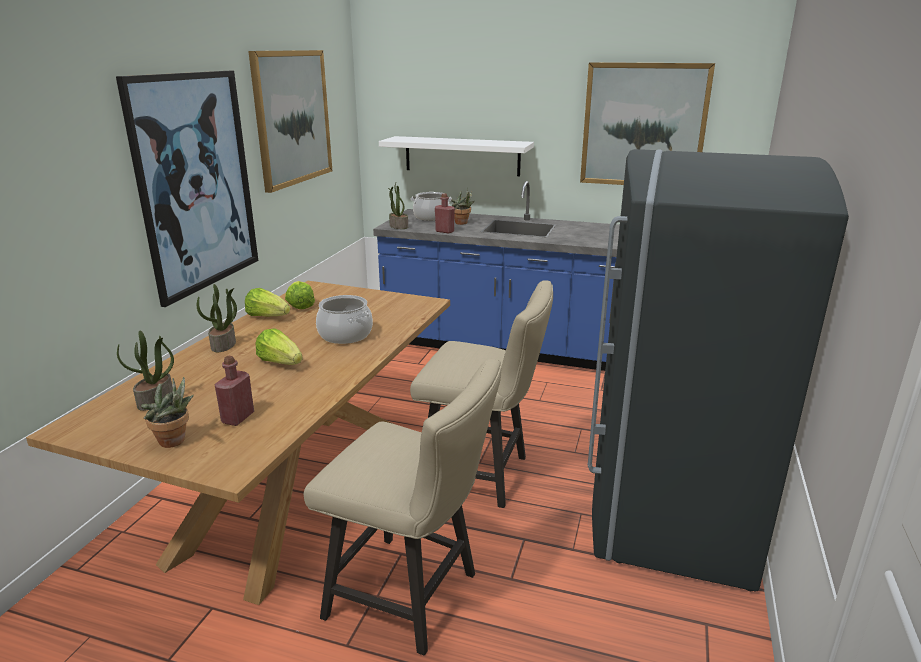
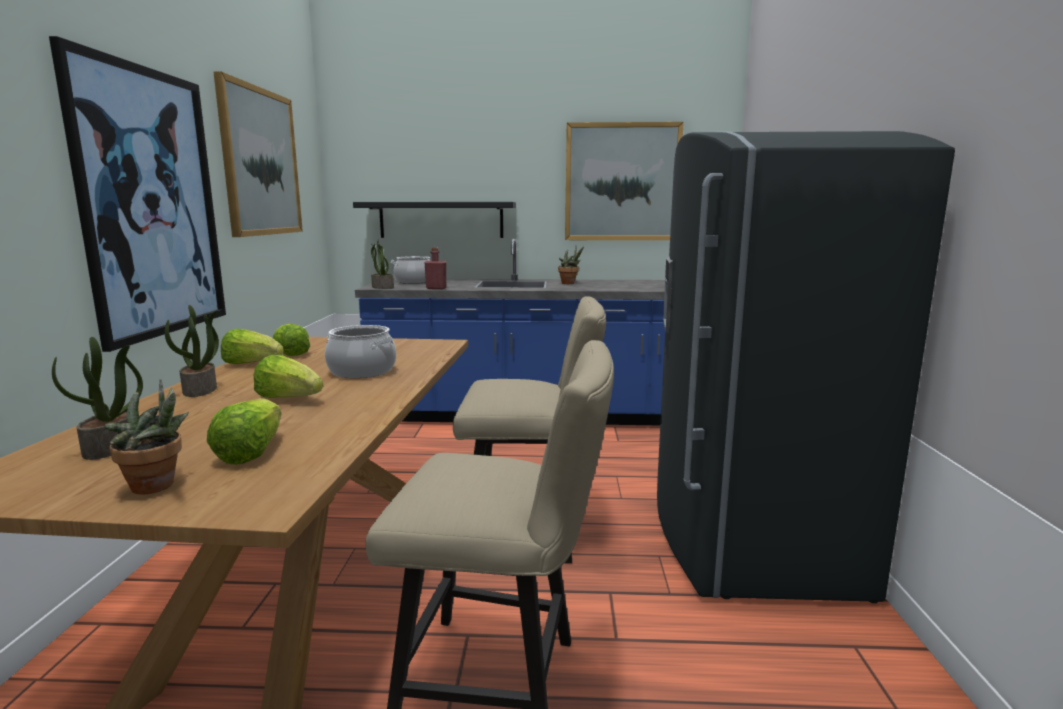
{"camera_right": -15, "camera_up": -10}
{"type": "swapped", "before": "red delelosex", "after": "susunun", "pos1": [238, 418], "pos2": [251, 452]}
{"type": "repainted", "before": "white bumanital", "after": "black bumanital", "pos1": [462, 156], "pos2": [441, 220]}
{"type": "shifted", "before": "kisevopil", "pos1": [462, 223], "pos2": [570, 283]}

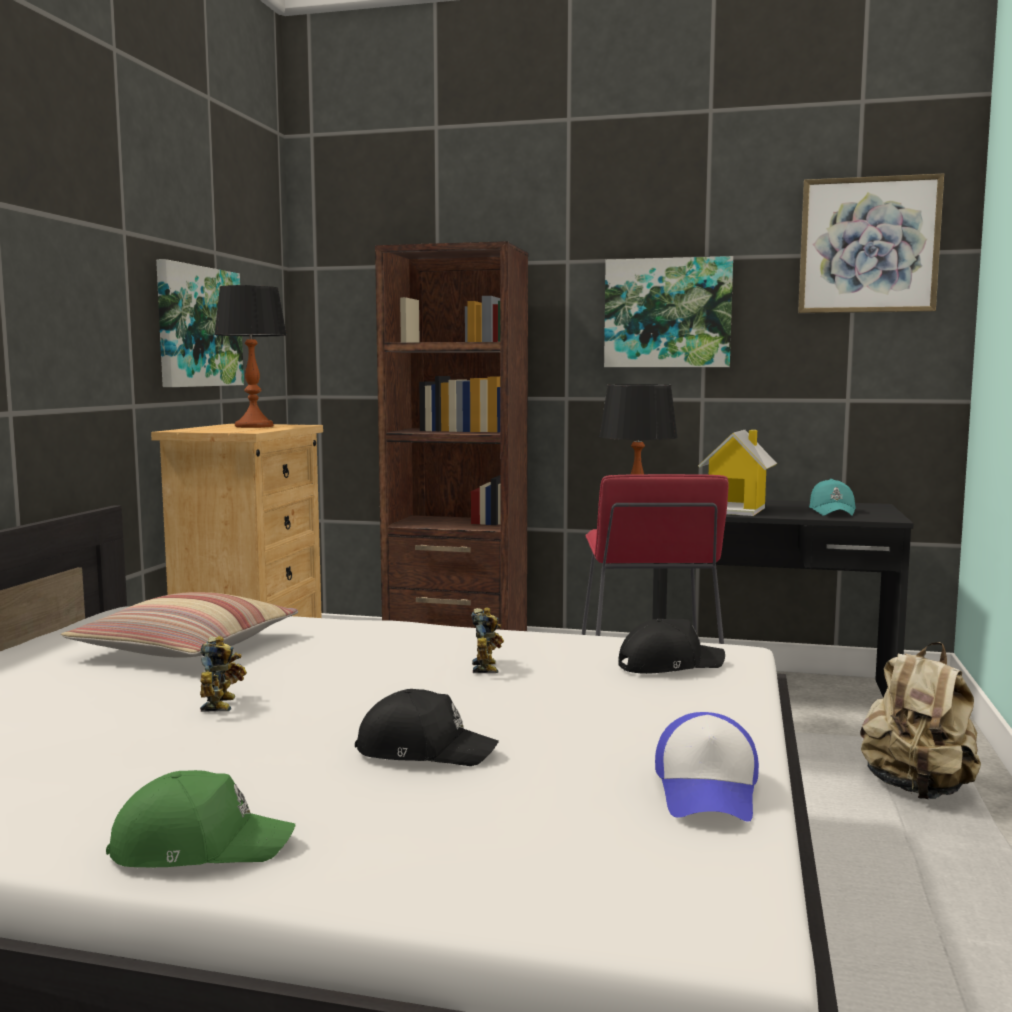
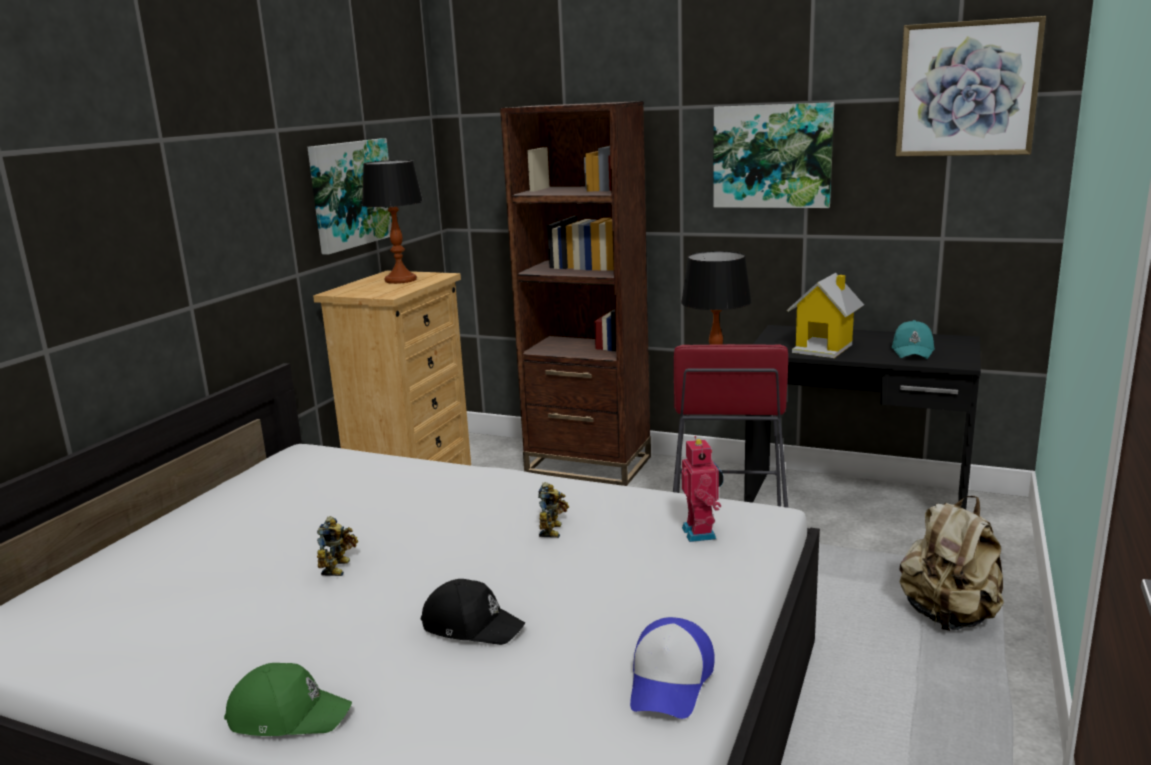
{"camera_right": 10, "camera_up": 10}
{"type": "gone", "before": "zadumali", "pos1": [186, 647]}
{"type": "swapped", "before": "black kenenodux", "after": "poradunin", "pos1": [669, 665], "pos2": [701, 533]}

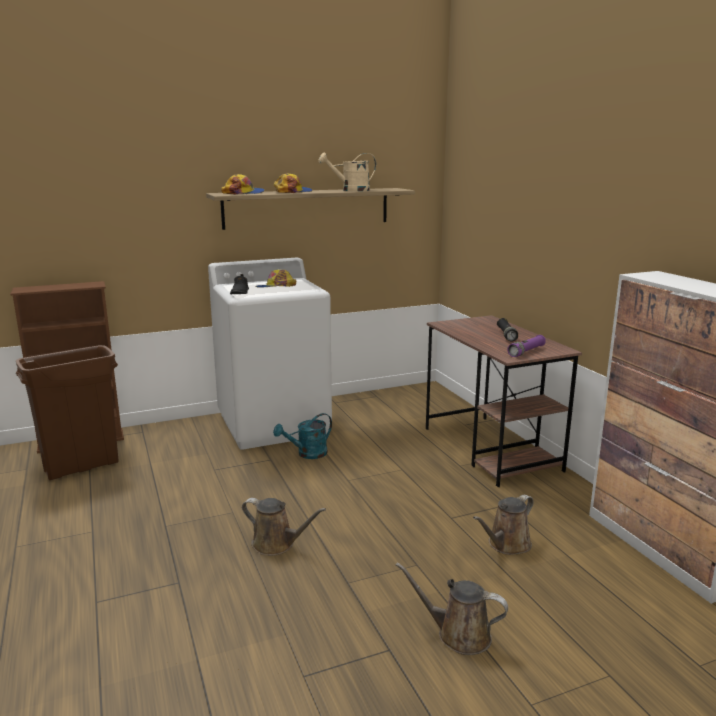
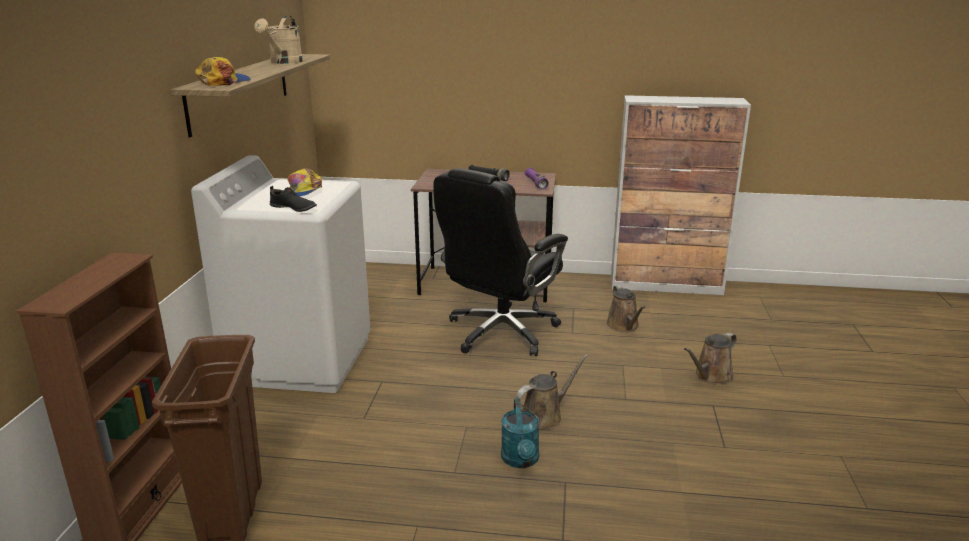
{"camera_right": -60, "camera_up": 5}
{"type": "gone", "before": "kenenodux", "pos1": [292, 192]}
{"type": "shifted", "before": "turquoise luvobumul", "pos1": [307, 454], "pos2": [521, 461]}
{"type": "new", "after": "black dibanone", "pos2": [500, 333]}

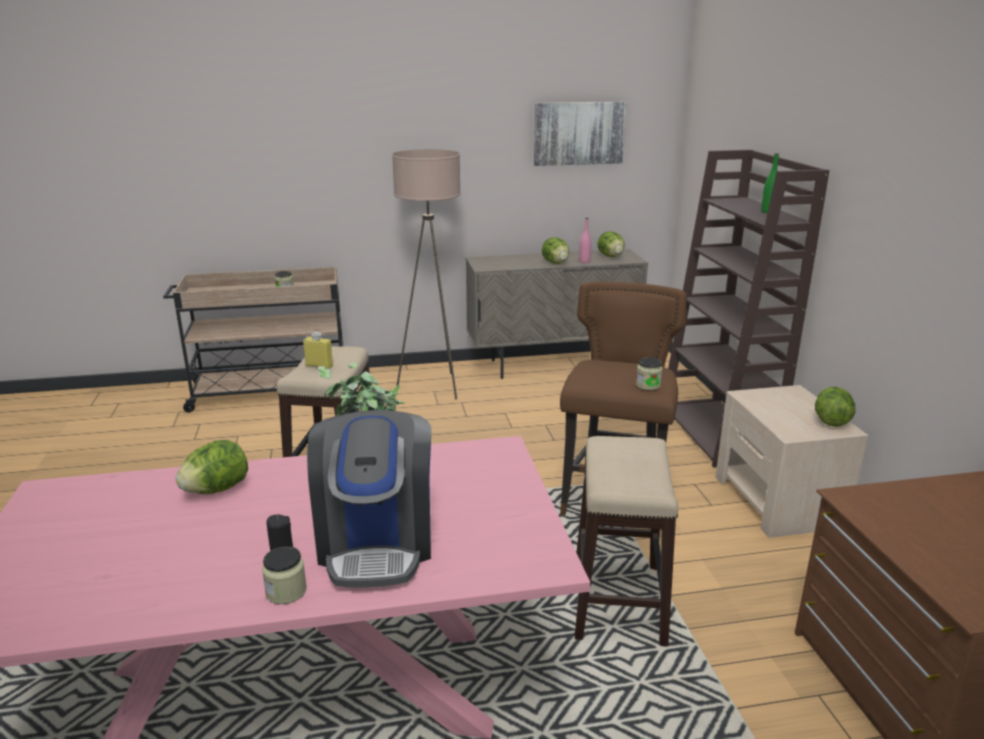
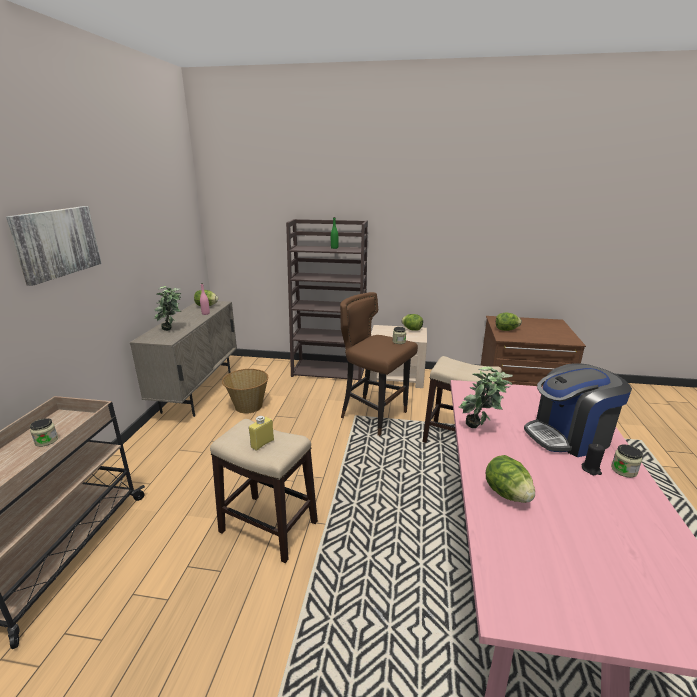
{"camera_right": -70, "camera_up": 0}
{"type": "rotated", "before": "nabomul", "pos1": [376, 543], "pos2": [569, 436], "turn": 150}
{"type": "gone", "before": "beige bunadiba", "pos1": [434, 387]}
{"type": "shifted", "before": "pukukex", "pos1": [579, 133], "pos2": [57, 243]}
{"type": "shifted", "before": "susunun", "pos1": [556, 263], "pos2": [506, 330]}
{"type": "new", "after": "kisevopil", "pos2": [172, 330]}
{"type": "new", "after": "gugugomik", "pos2": [248, 406]}

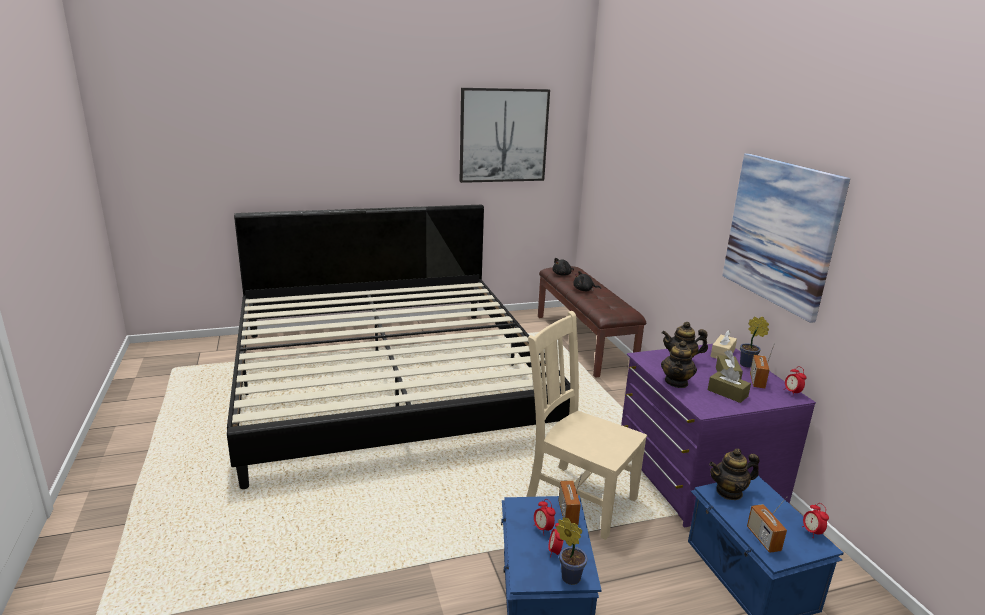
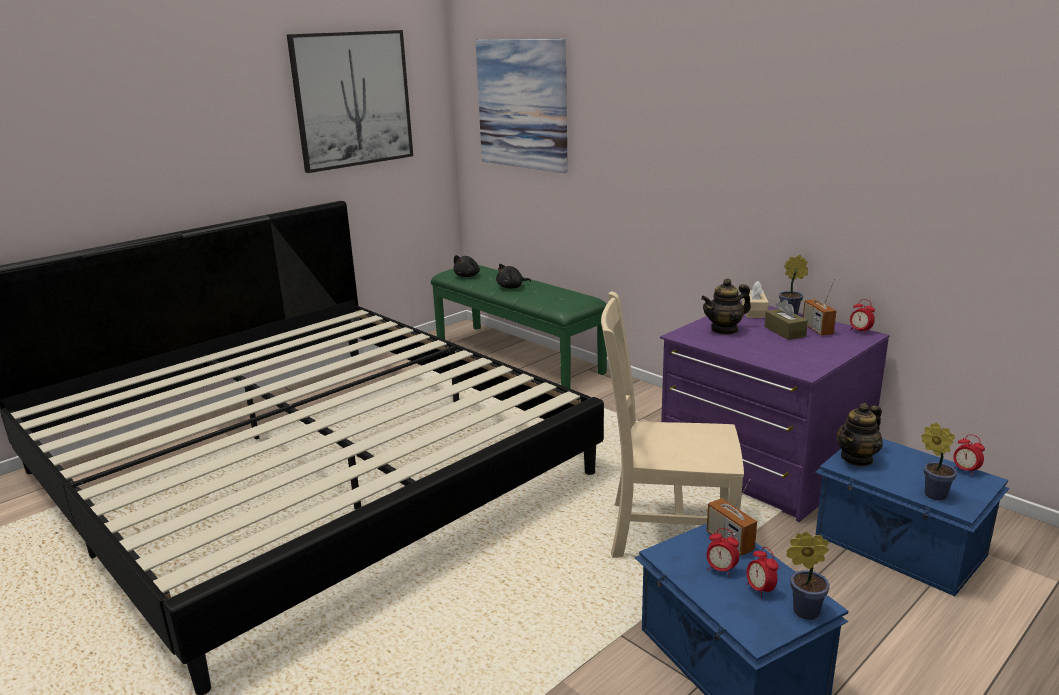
{"camera_right": -25, "camera_up": 0}
{"type": "repainted", "before": "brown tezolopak", "after": "green tezolopak", "pos1": [584, 342], "pos2": [518, 356]}
{"type": "gone", "before": "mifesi", "pos1": [676, 382]}
{"type": "gone", "before": "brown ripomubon", "pos1": [727, 393]}
{"type": "shifted", "before": "pukukex", "pos1": [780, 233], "pos2": [522, 104]}
{"type": "swapped", "before": "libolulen", "after": "kisevopil", "pos1": [763, 539], "pos2": [932, 494]}

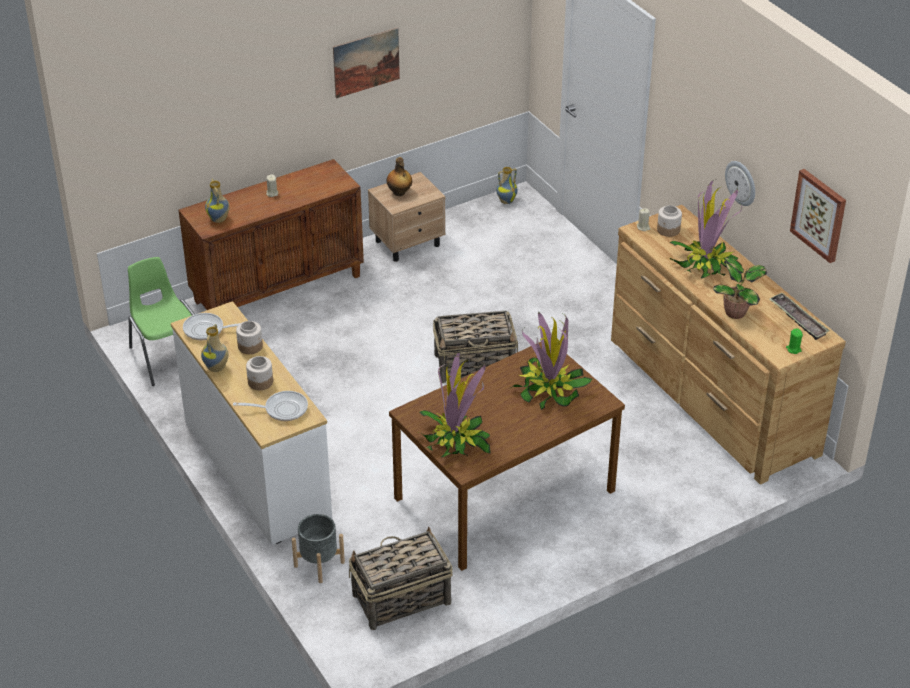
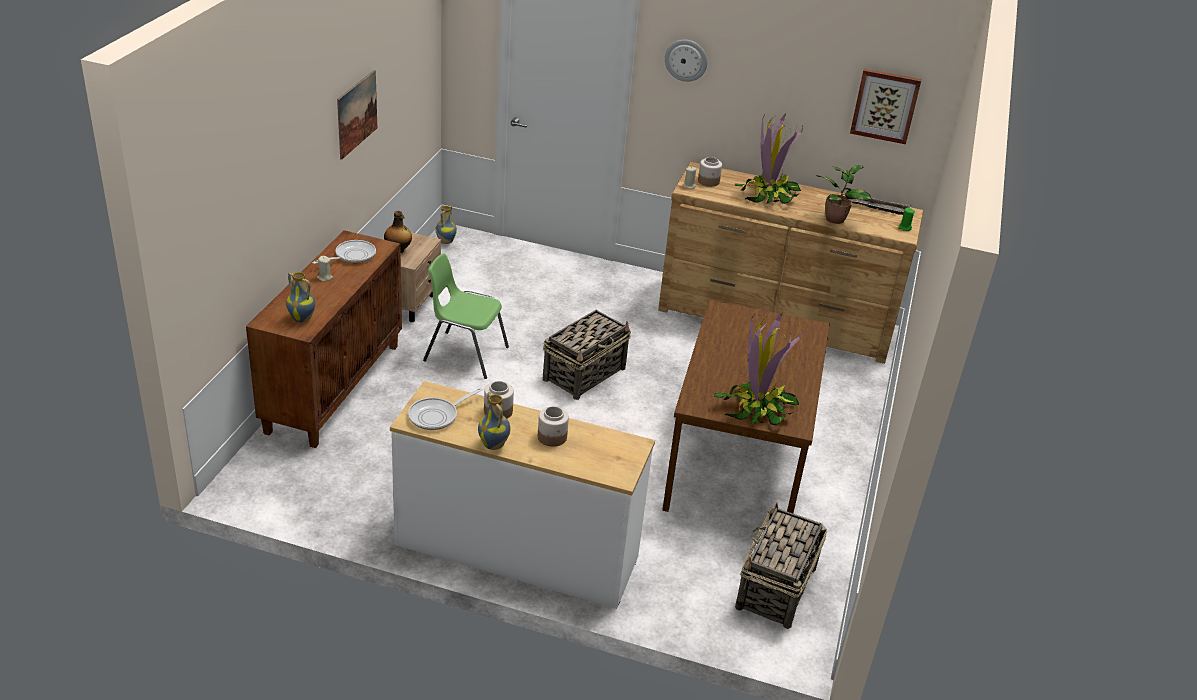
{"camera_right": -45, "camera_up": -5}
{"type": "shifted", "before": "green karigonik", "pos1": [167, 356], "pos2": [464, 354]}
{"type": "shifted", "before": "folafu", "pos1": [282, 409], "pos2": [352, 256]}
{"type": "gone", "before": "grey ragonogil", "pos1": [319, 564]}
{"type": "gone", "before": "kisevopil", "pos1": [548, 389]}
{"type": "shifted", "before": "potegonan", "pos1": [741, 182], "pos2": [686, 60]}

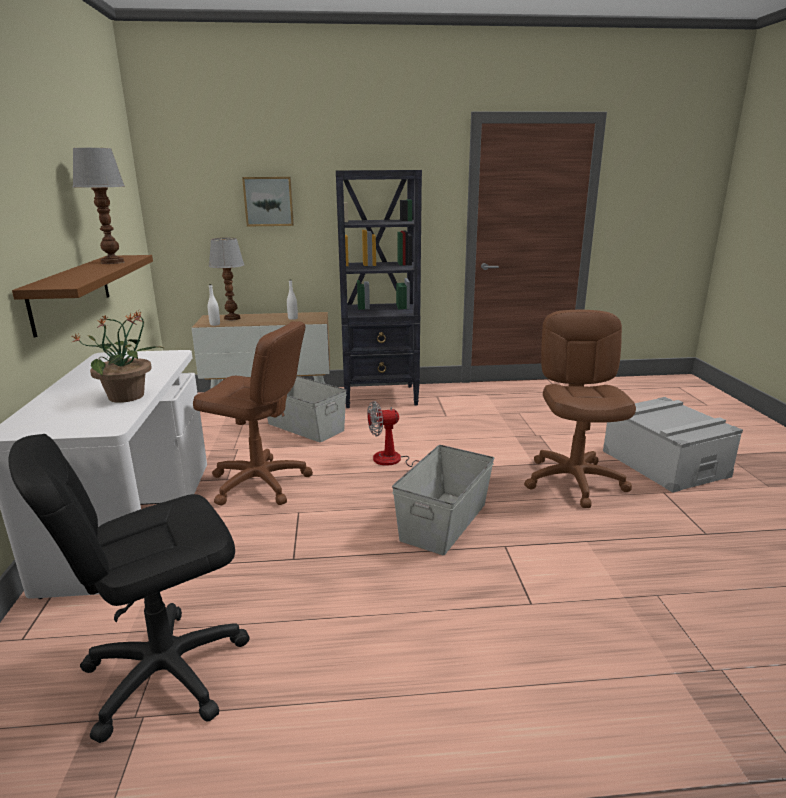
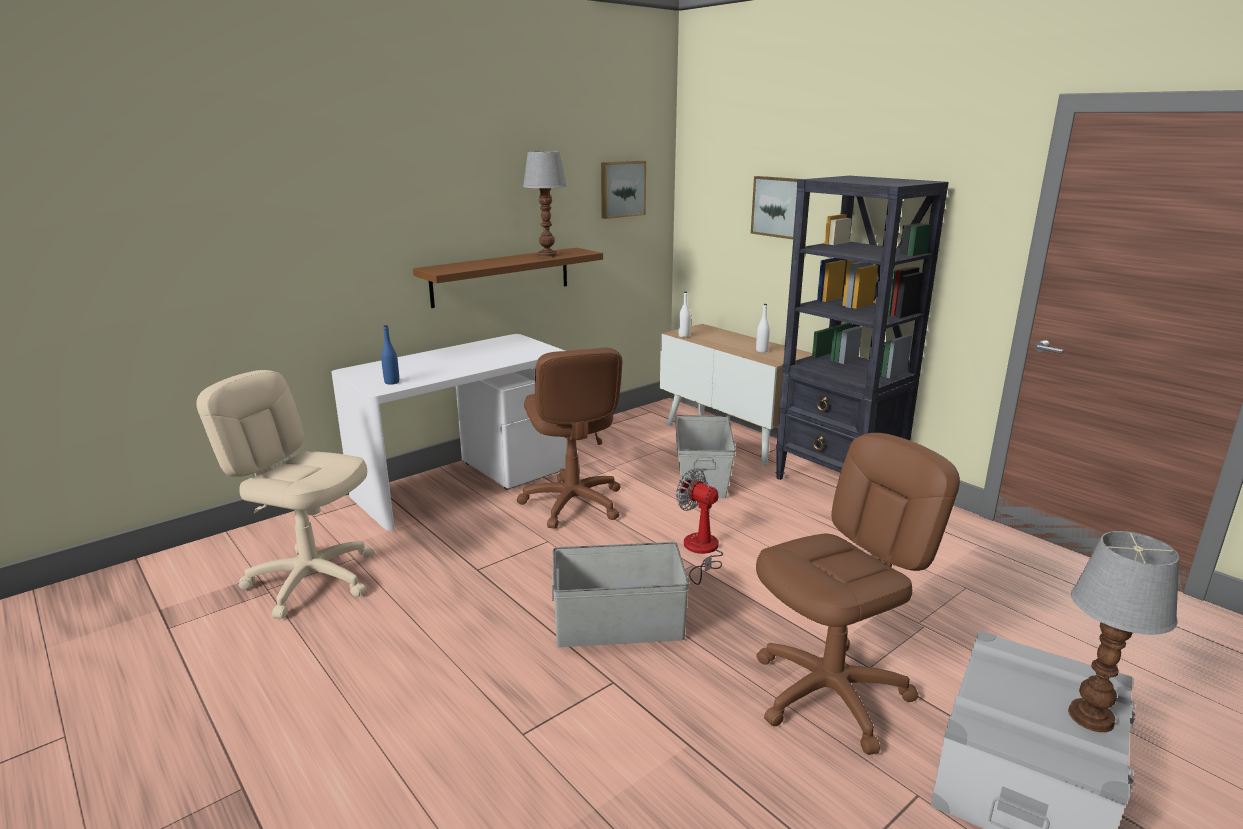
{"camera_right": 55, "camera_up": 0}
{"type": "repainted", "before": "black dibanone", "after": "beige dibanone", "pos1": [165, 672], "pos2": [312, 579]}
{"type": "gone", "before": "kisevopil", "pos1": [128, 396]}
{"type": "shifted", "before": "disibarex", "pos1": [232, 318], "pos2": [1092, 716]}
{"type": "new", "after": "blue delelosex", "pos2": [392, 382]}
{"type": "new", "after": "pukukex", "pos2": [621, 189]}

